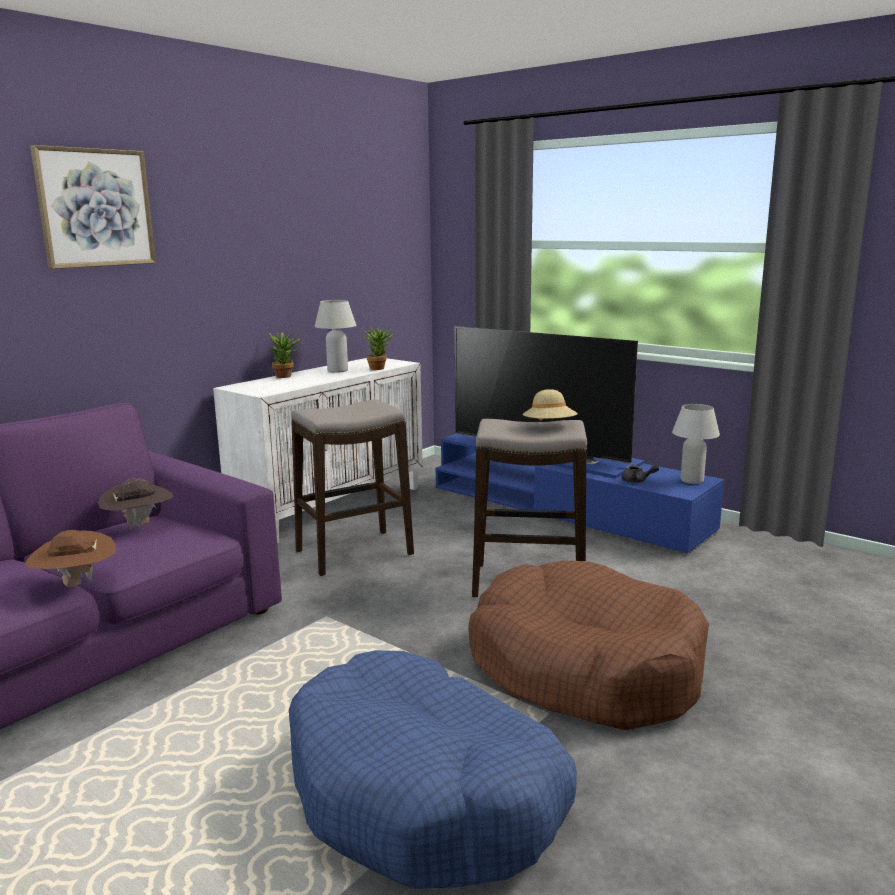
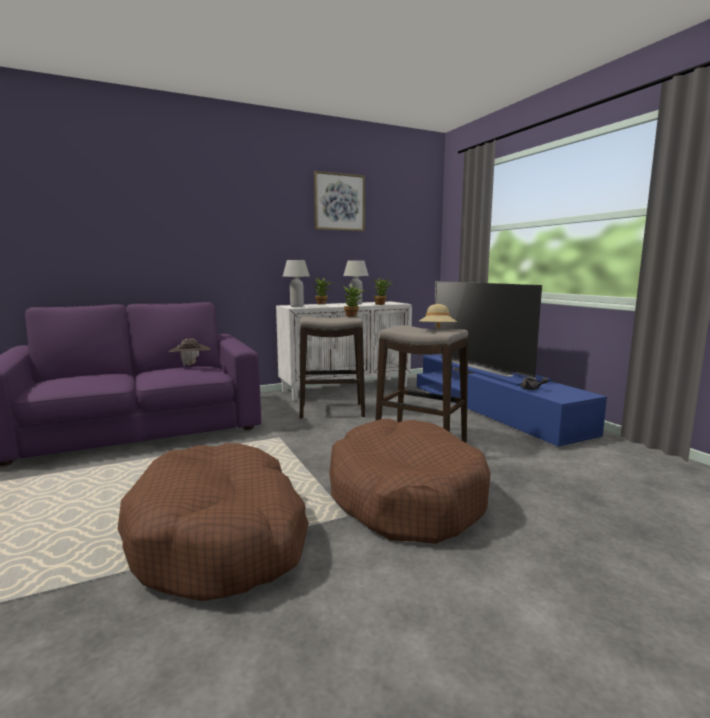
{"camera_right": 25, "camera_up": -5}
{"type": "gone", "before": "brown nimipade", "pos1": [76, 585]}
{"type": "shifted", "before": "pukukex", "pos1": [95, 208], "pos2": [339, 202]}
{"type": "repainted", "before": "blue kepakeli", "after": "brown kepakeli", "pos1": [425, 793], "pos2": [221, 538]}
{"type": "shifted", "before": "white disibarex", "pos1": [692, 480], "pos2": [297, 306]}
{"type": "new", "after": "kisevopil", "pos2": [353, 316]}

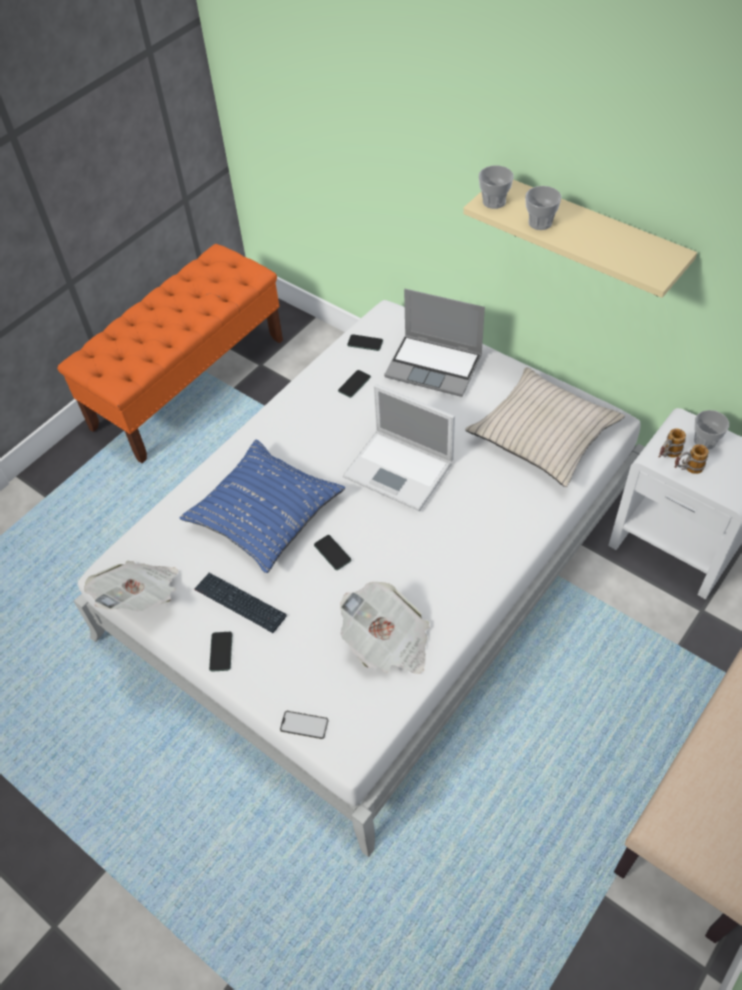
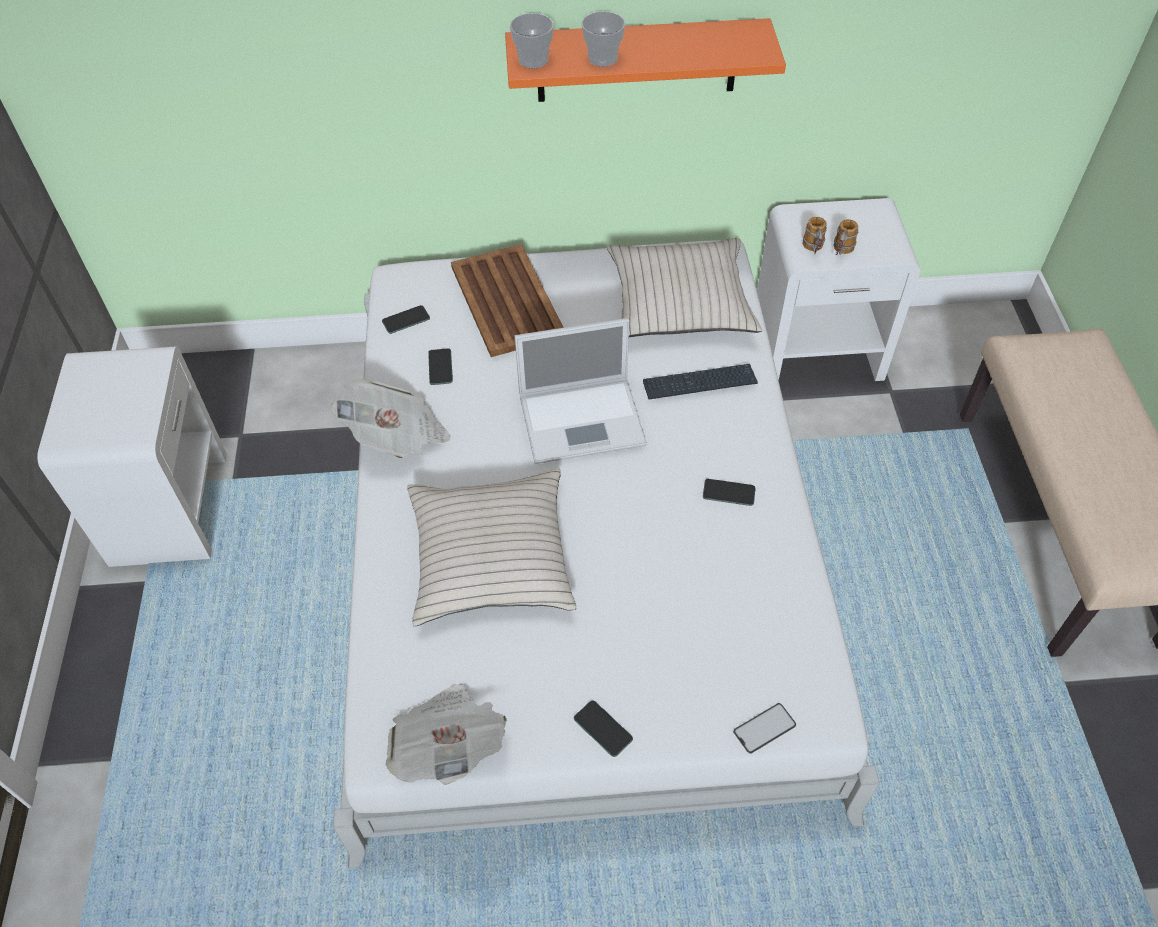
{"camera_right": -45, "camera_up": 0}
{"type": "swapped", "before": "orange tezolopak", "after": "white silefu", "pos1": [189, 382], "pos2": [170, 507]}
{"type": "repainted", "before": "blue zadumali", "after": "beige zadumali", "pos1": [264, 513], "pos2": [490, 557]}
{"type": "shifted", "before": "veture", "pos1": [240, 603], "pos2": [699, 383]}
{"type": "shifted", "before": "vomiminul", "pos1": [332, 553], "pos2": [729, 493]}
{"type": "shifted", "before": "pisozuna", "pos1": [387, 642], "pos2": [397, 436]}
{"type": "swapped", "before": "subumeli", "after": "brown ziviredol", "pos1": [435, 366], "pos2": [506, 300]}
{"type": "repainted", "before": "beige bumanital", "after": "orange bumanital", "pos1": [589, 238], "pos2": [637, 60]}
{"type": "gone", "before": "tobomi", "pos1": [705, 441]}

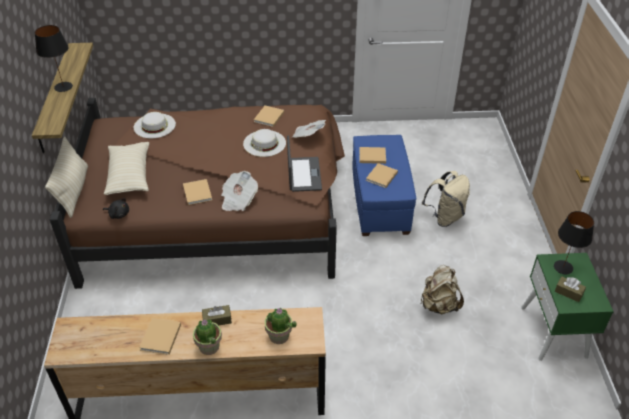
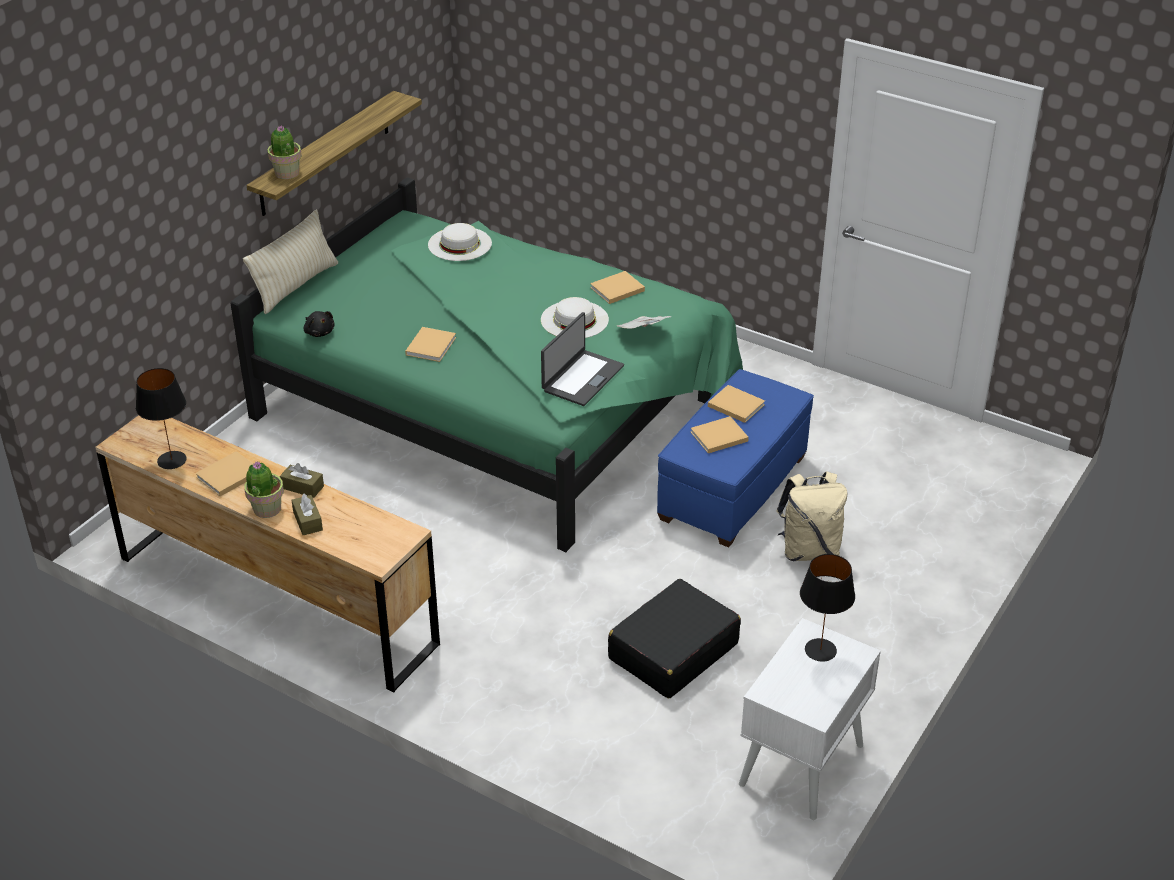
{"camera_right": 35, "camera_up": -5}
{"type": "shifted", "before": "black disibarex", "pos1": [63, 87], "pos2": [171, 460]}
{"type": "repainted", "before": "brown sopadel", "after": "green sopadel", "pos1": [218, 211], "pos2": [500, 403]}
{"type": "gone", "before": "beige zadumali", "pos1": [129, 176]}
{"type": "gone", "before": "pisozuna", "pos1": [238, 200]}
{"type": "shifted", "before": "kisevopil", "pos1": [279, 336], "pos2": [286, 173]}
{"type": "swapped", "before": "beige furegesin", "after": "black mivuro", "pos1": [439, 305], "pos2": [672, 651]}
{"type": "repainted", "before": "green silefu", "after": "white silefu", "pos1": [554, 332], "pos2": [801, 765]}
{"type": "shifted", "before": "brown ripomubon", "pos1": [568, 292], "pos2": [308, 521]}

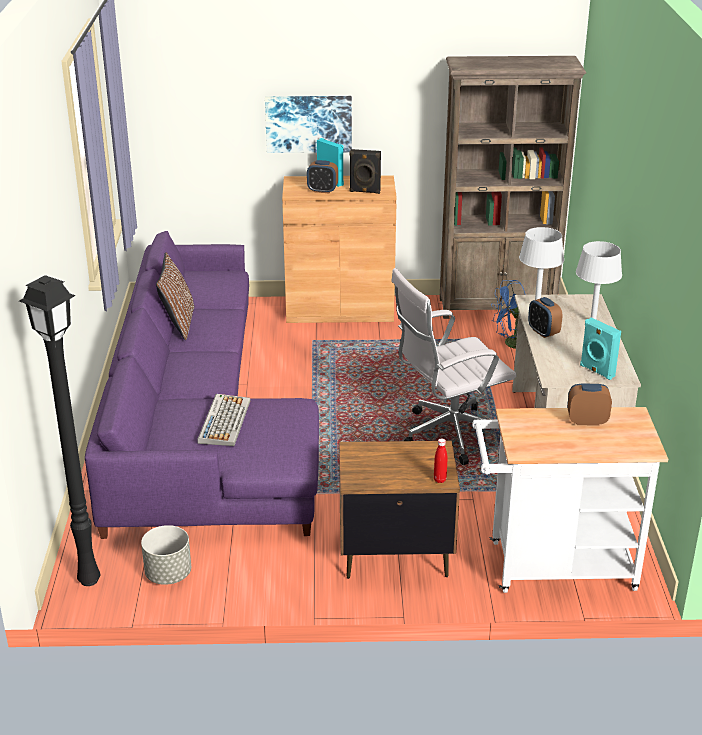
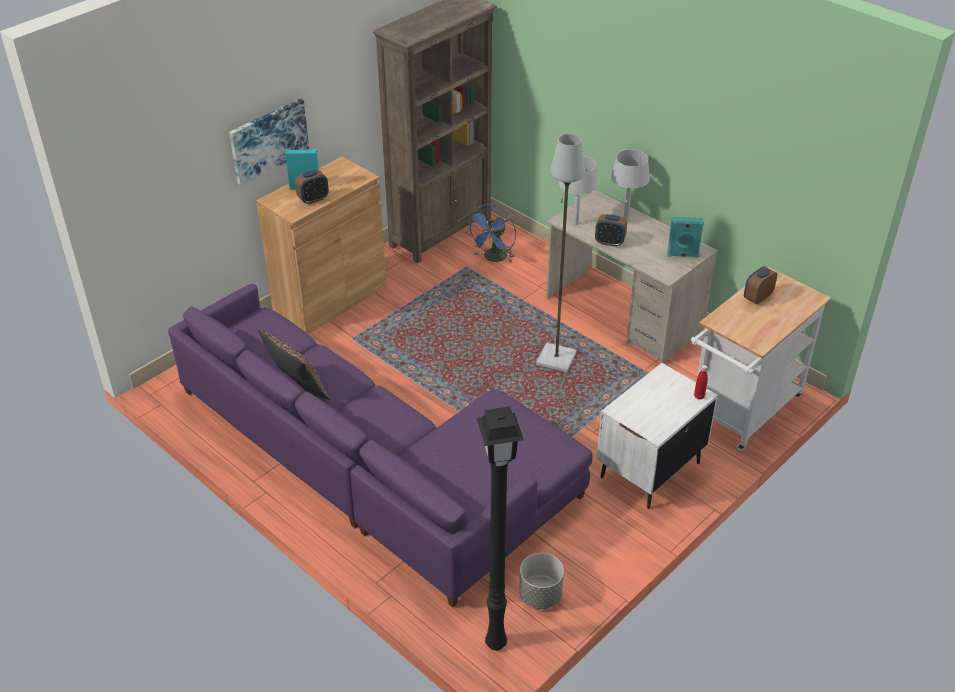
{"camera_right": -45, "camera_up": 10}
{"type": "gone", "before": "veture", "pos1": [224, 421]}
{"type": "repainted", "before": "brown silefu", "after": "white silefu", "pos1": [394, 554], "pos2": [649, 470]}
{"type": "gone", "before": "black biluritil", "pos1": [364, 191]}
{"type": "swapped", "before": "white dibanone", "after": "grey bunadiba", "pos1": [447, 435], "pos2": [555, 359]}

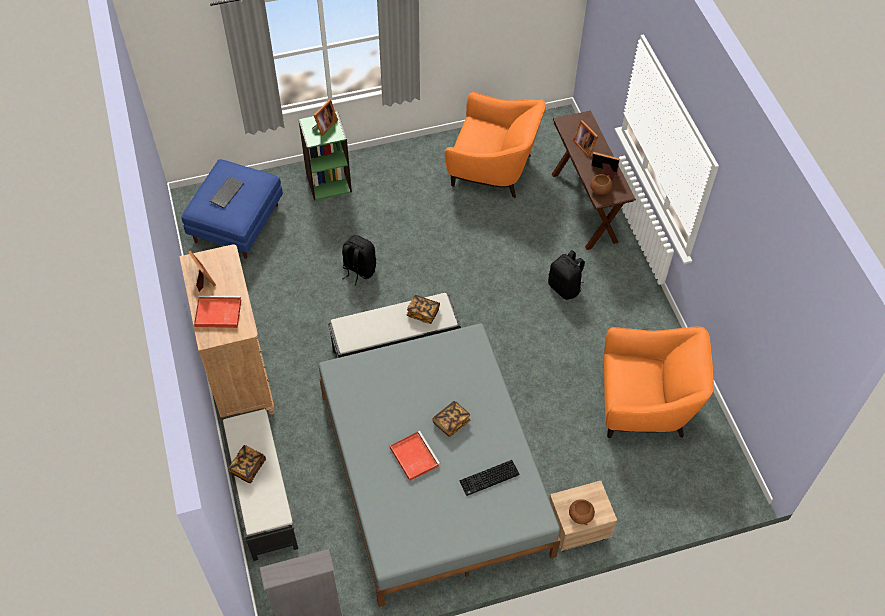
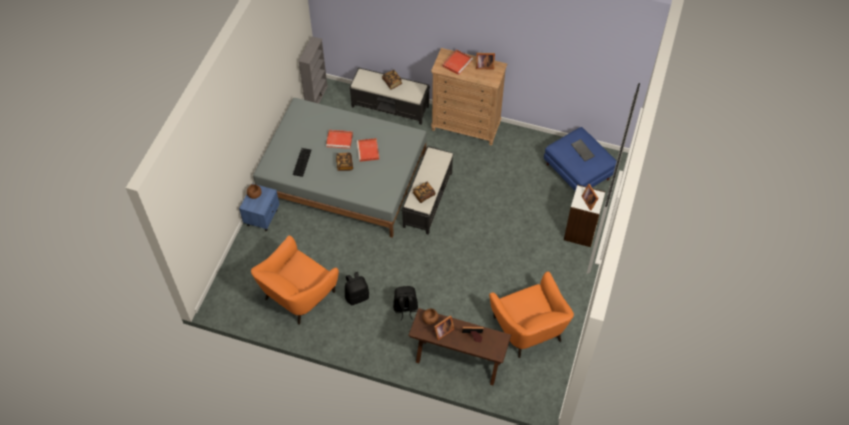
{"camera_right": 125, "camera_up": 0}
{"type": "repainted", "before": "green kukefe", "after": "white kukefe", "pos1": [328, 182], "pos2": [580, 232]}
{"type": "shifted", "before": "black furegesin", "pos1": [358, 270], "pos2": [357, 296]}
{"type": "rotated", "before": "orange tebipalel", "pos1": [492, 169], "pos2": [528, 329], "turn": -75}
{"type": "repainted", "before": "beige silefu", "after": "blue silefu", "pos1": [576, 529], "pos2": [262, 217]}
{"type": "new", "after": "red ziviredol", "pos2": [368, 151]}

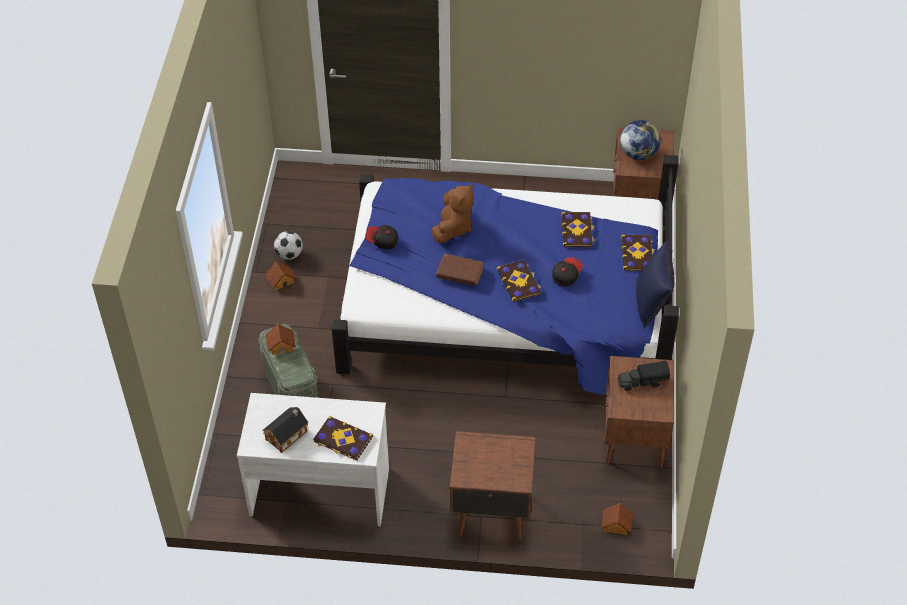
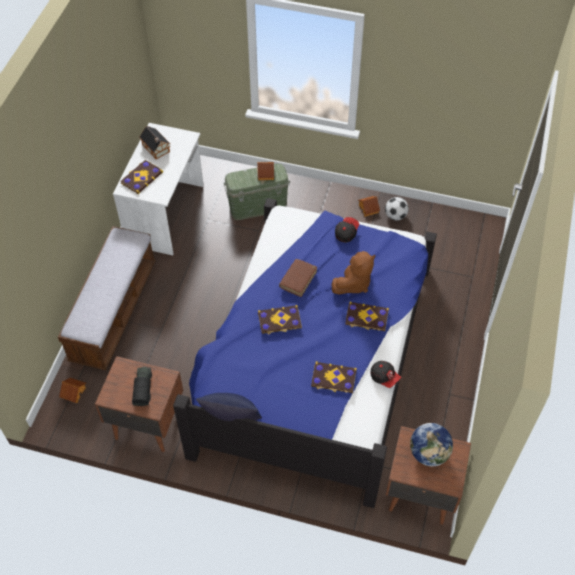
{"camera_right": 100, "camera_up": 5}
{"type": "rotated", "before": "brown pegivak", "pos1": [453, 228], "pos2": [353, 283], "turn": -75}
{"type": "swapped", "before": "brown silefu", "after": "tezolopak", "pos1": [490, 512], "pos2": [114, 311]}
{"type": "shifted", "before": "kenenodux", "pos1": [566, 275], "pos2": [384, 377]}
{"type": "shifted", "before": "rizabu", "pos1": [637, 254], "pos2": [366, 317]}

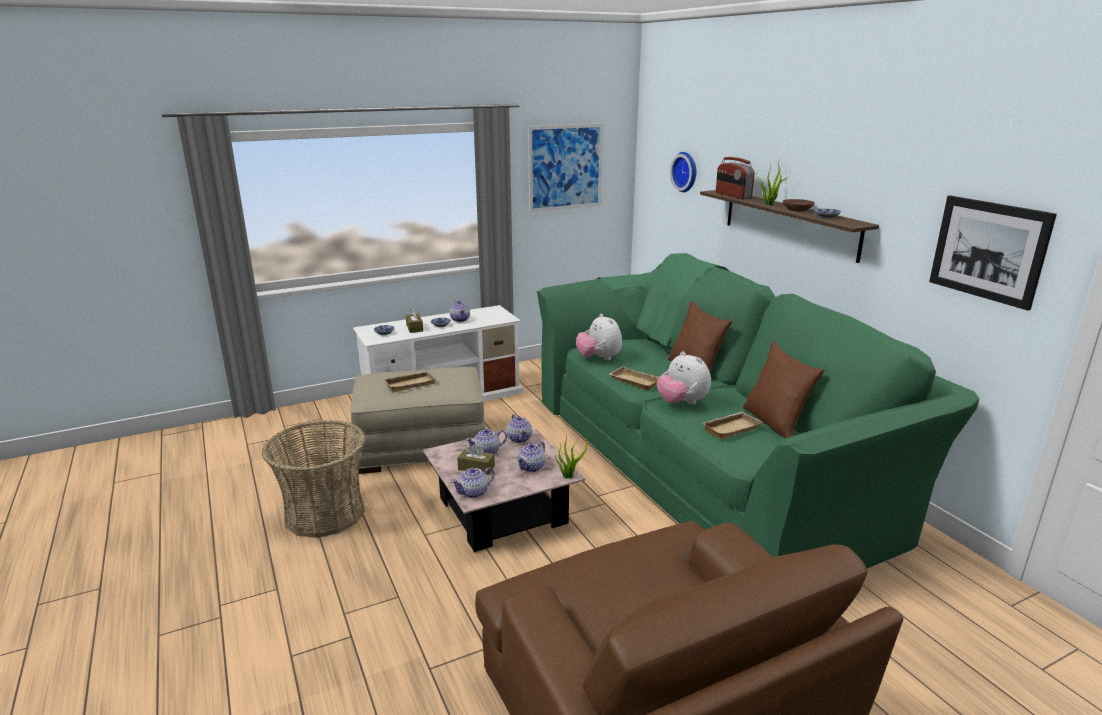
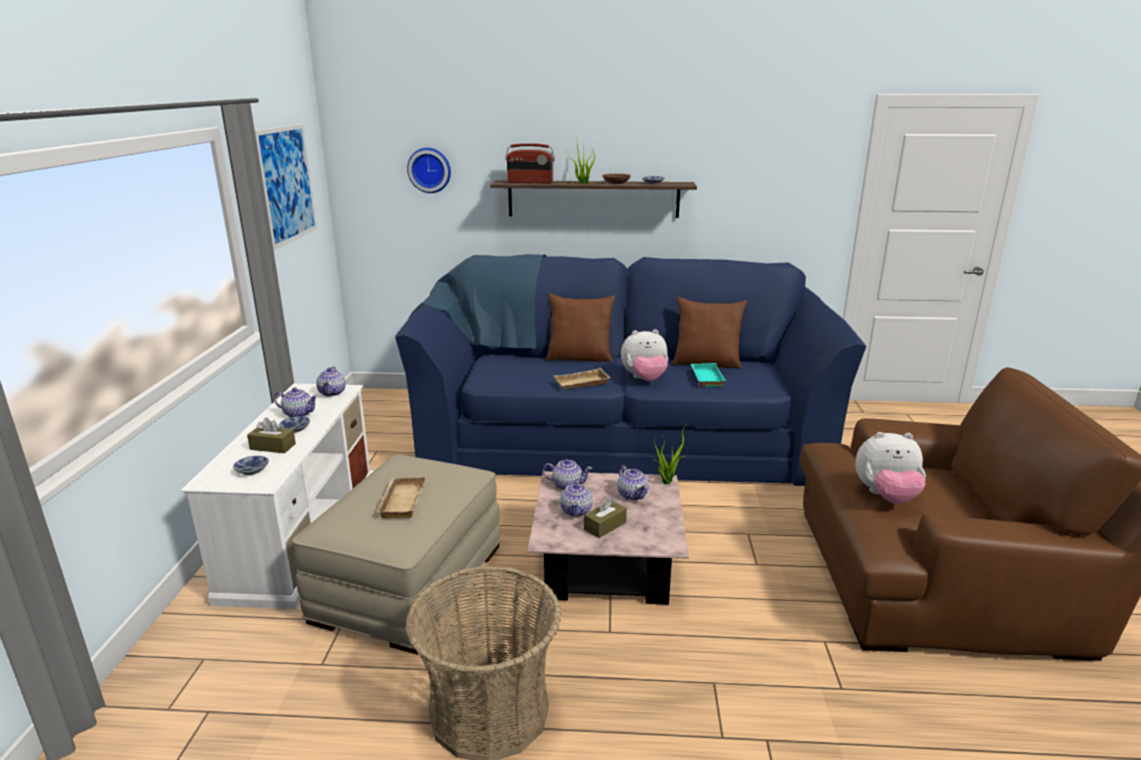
{"camera_right": -60, "camera_up": 0}
{"type": "shifted", "before": "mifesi", "pos1": [474, 492], "pos2": [332, 392]}
{"type": "repainted", "before": "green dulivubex", "after": "blue dulivubex", "pos1": [706, 459], "pos2": [619, 434]}
{"type": "shifted", "before": "pegivak", "pos1": [599, 358], "pos2": [886, 496]}
{"type": "repainted", "before": "beige ziviredol", "after": "turquoise ziviredol", "pos1": [730, 428], "pos2": [705, 378]}
{"type": "gone", "before": "pukukex", "pos1": [988, 250]}

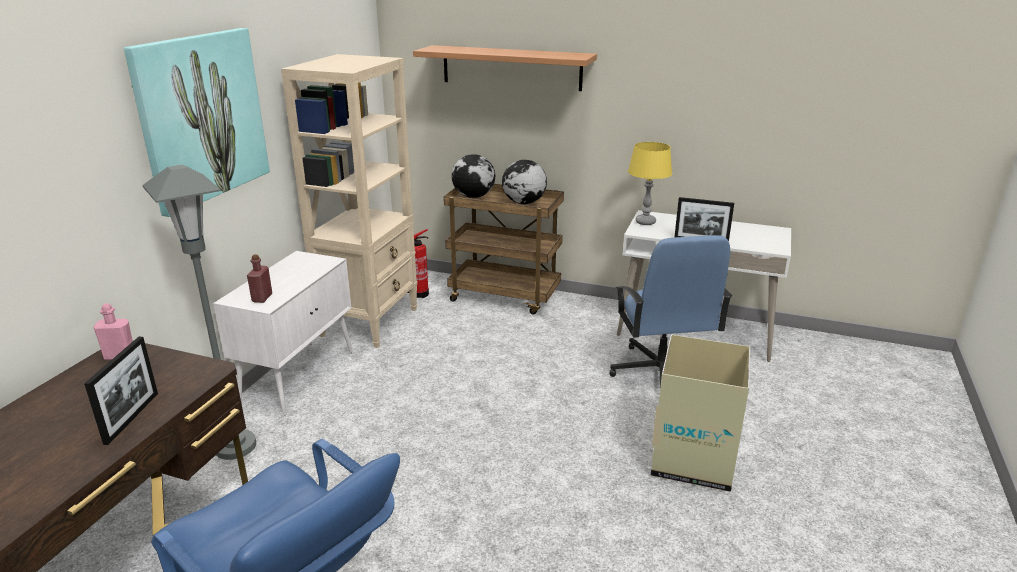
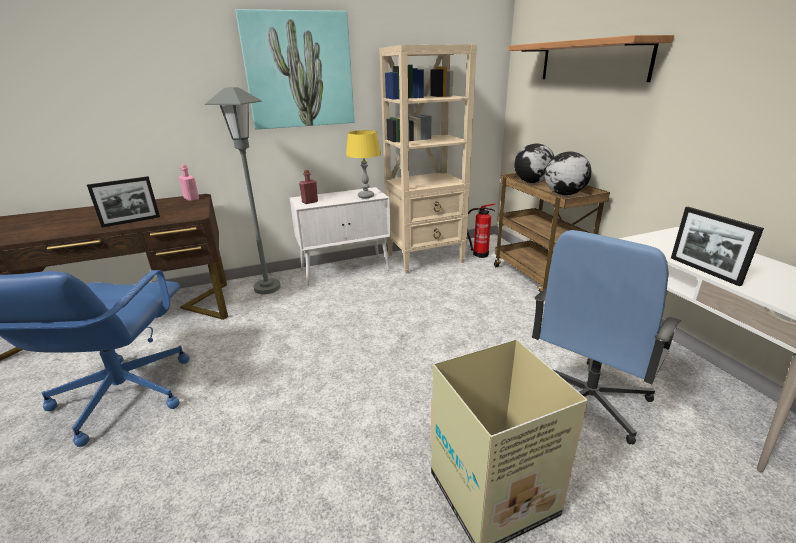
{"camera_right": 50, "camera_up": 0}
{"type": "shifted", "before": "yellow disibarex", "pos1": [645, 222], "pos2": [366, 196]}

